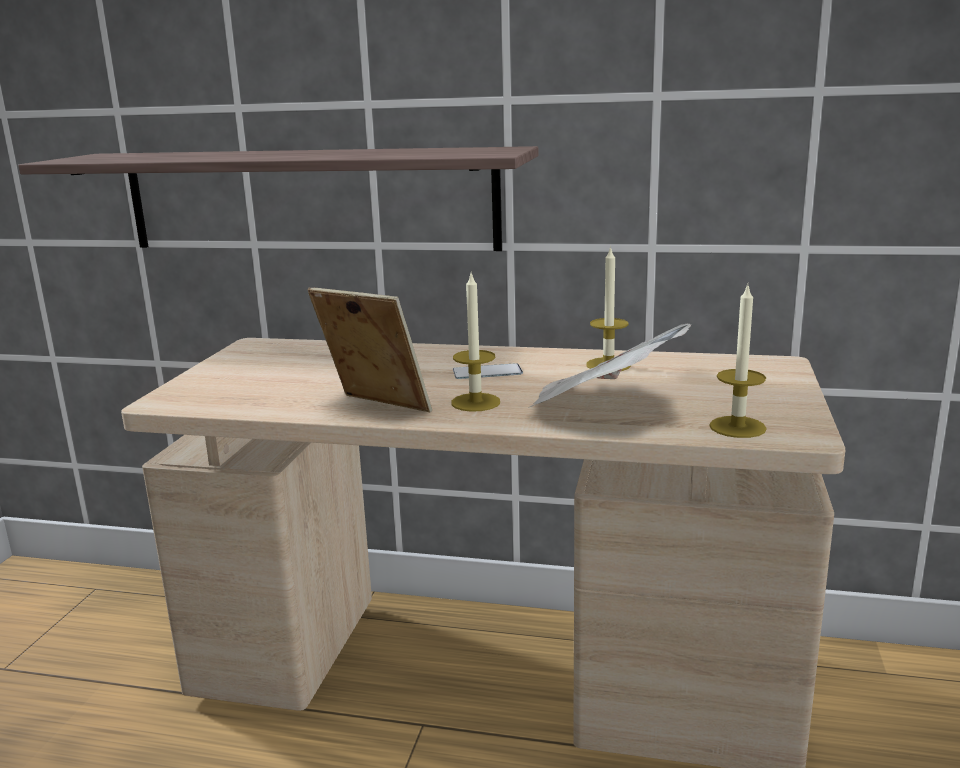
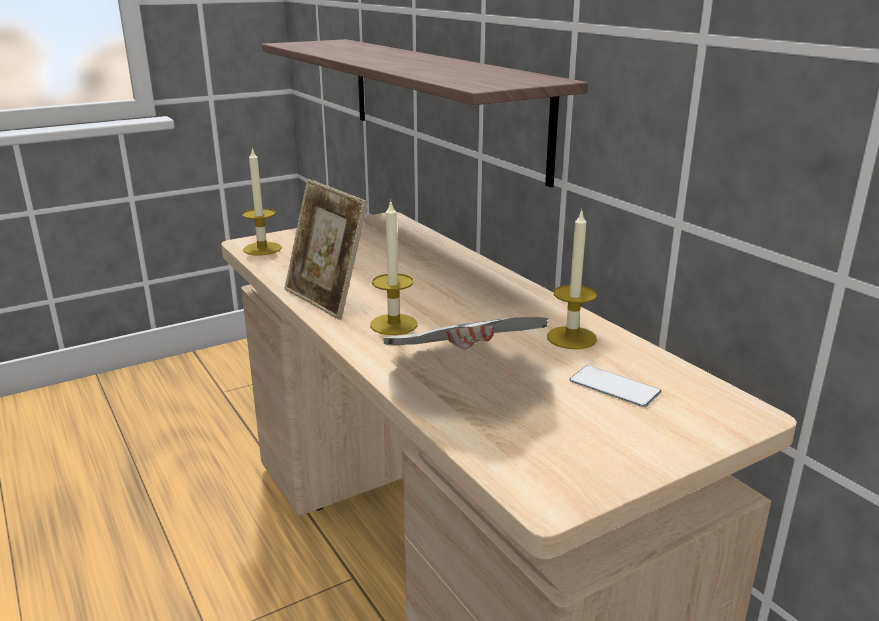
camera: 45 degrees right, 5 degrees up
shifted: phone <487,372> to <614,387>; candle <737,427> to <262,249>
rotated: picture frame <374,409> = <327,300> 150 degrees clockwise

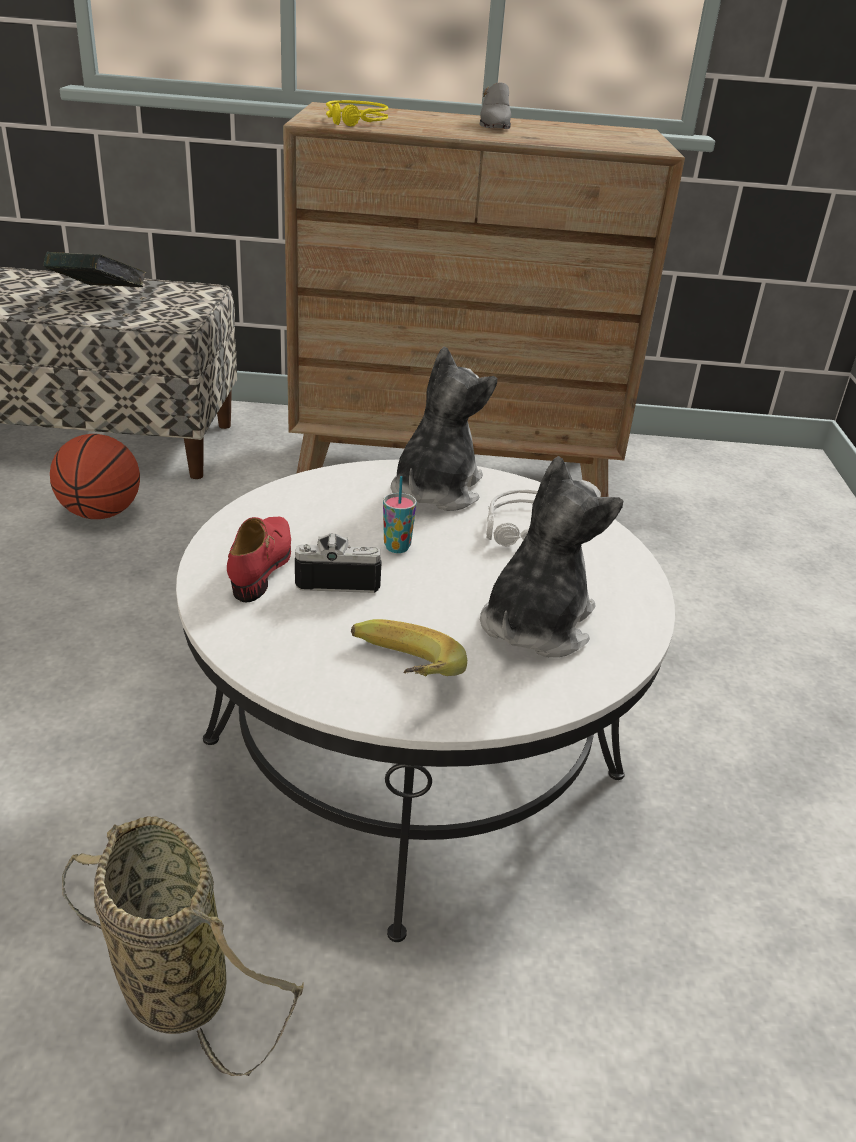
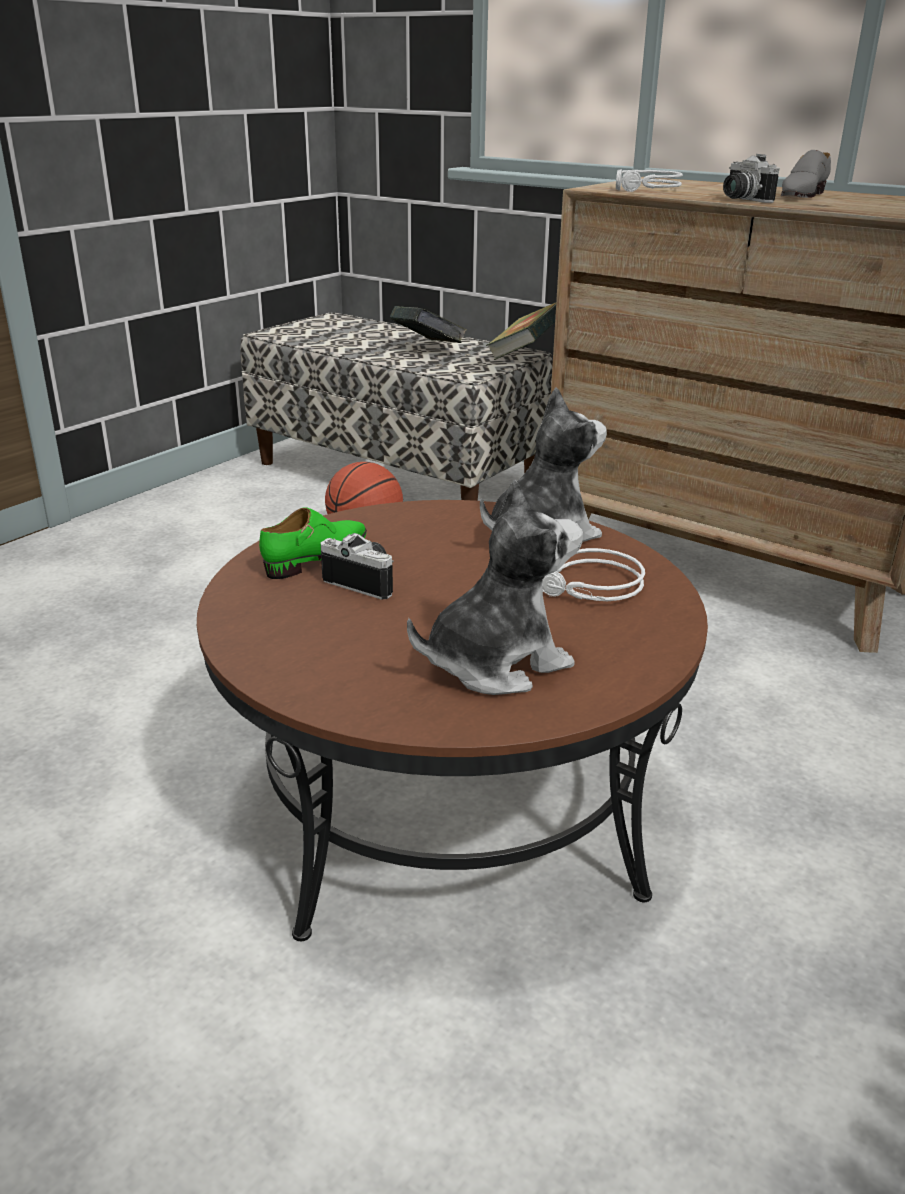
camera: 35 degrees right, 5 degrees down
gone: storage basket <169,982>; banana <398,679>; drinking cup <397,547>
new: book <525,355>; still camera <740,199>
repainted: low table (whitish) <412,757> to low table (brownish) <448,802>; low shoe (reddish) <263,565> to low shoe (green) <317,557>; headphones (yellow) <356,122> to headphones (gray) <646,189>

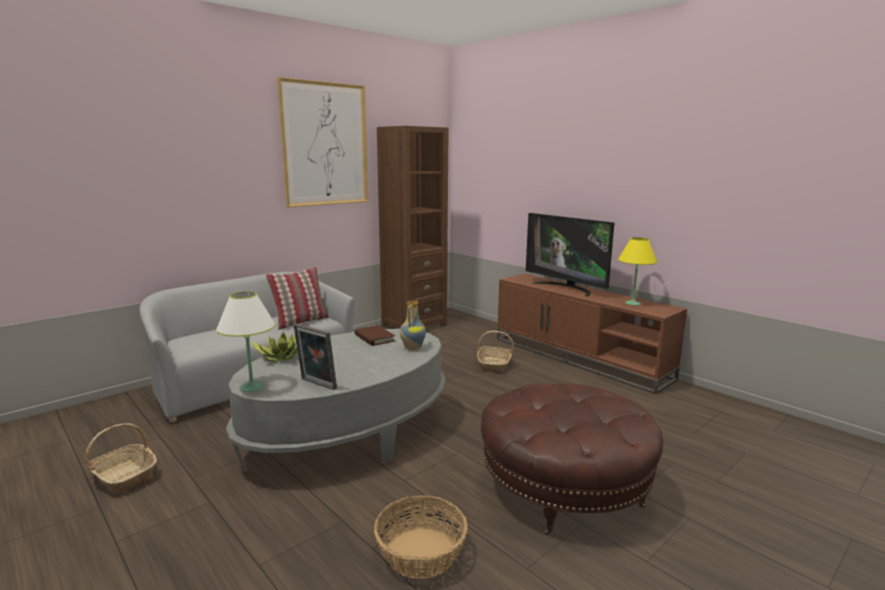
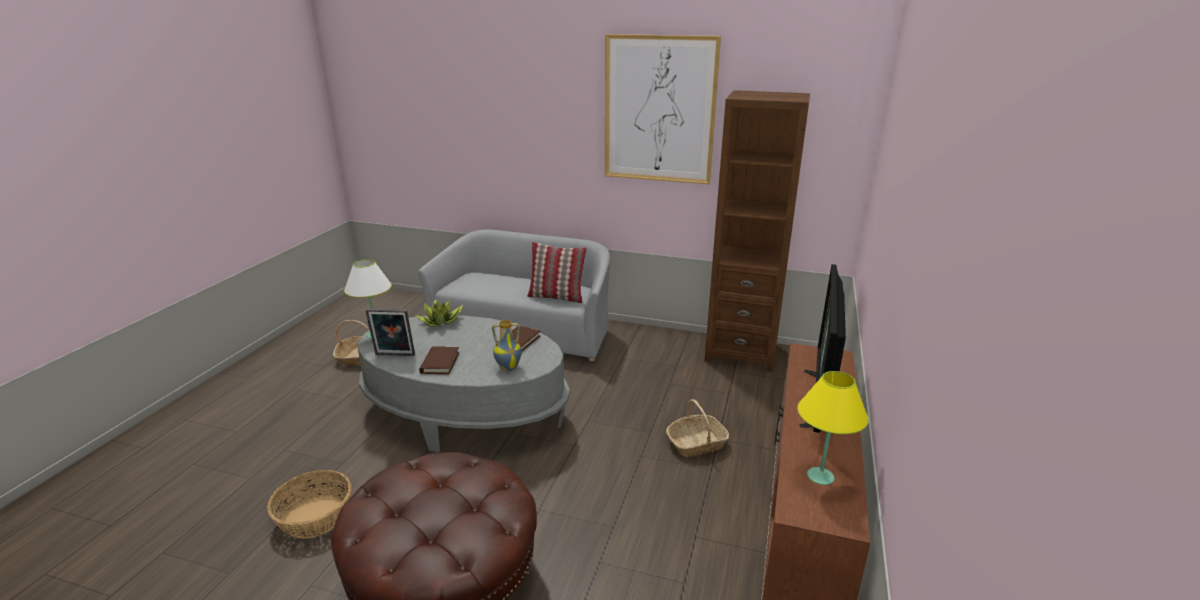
camera: 60 degrees right, 10 degrees up
new: book (brownish) <440,362>
rotated: picture frame <316,385> = <394,356> 90 degrees counterclockwise

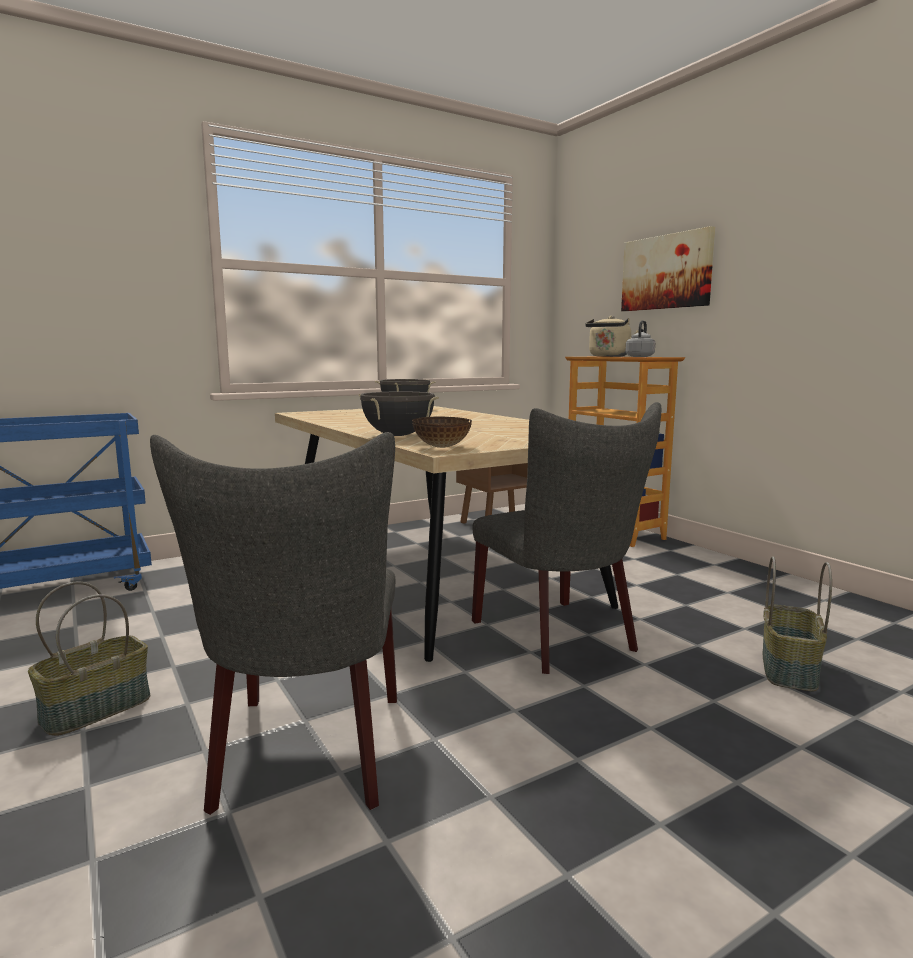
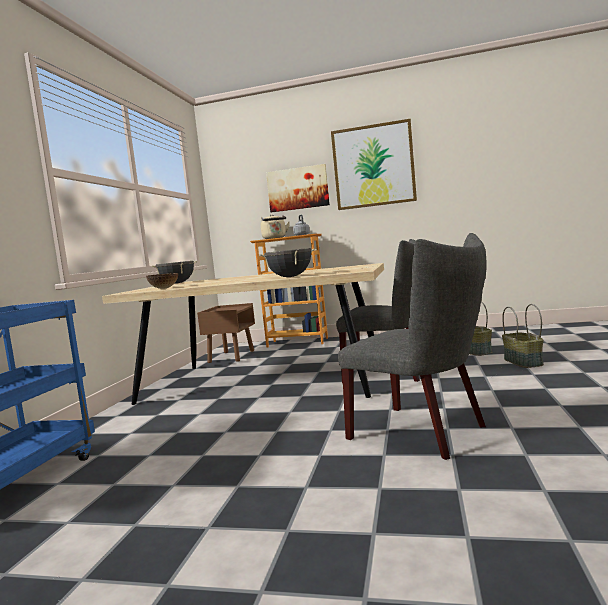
camera: 45 degrees left, 5 degrees down
new: picture <373,166>
shifted: storage basket <96,708> to <522,362>; serving bowl <441,447> to <164,288>

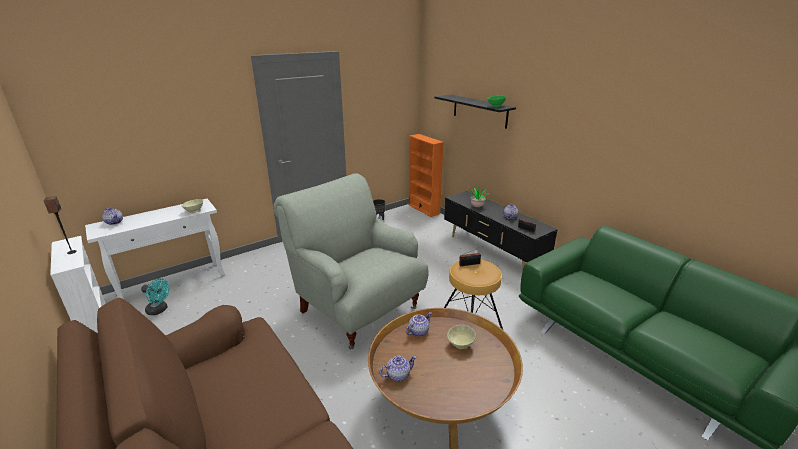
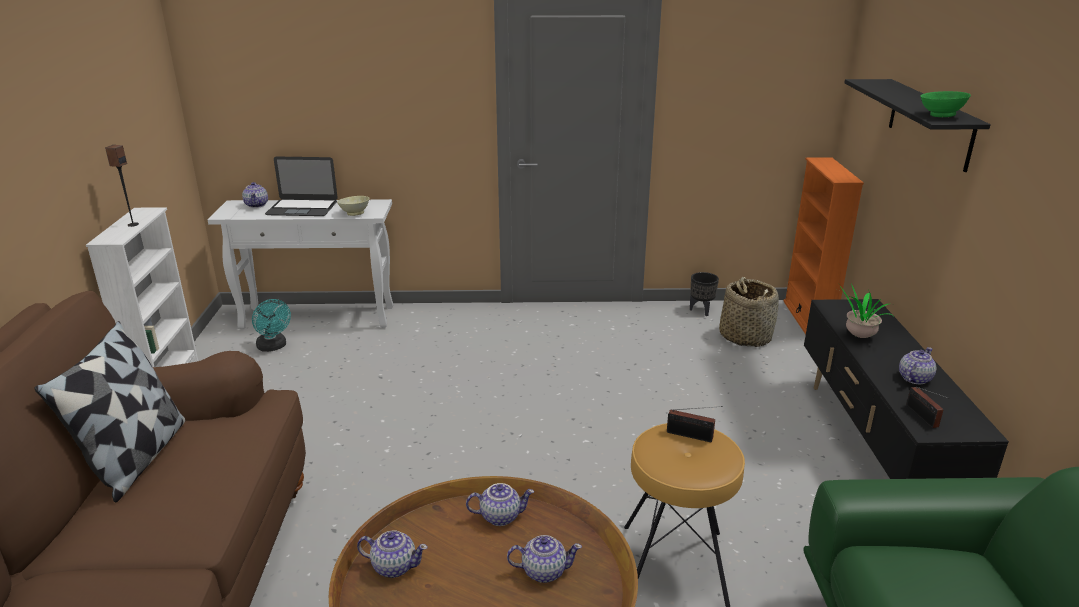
camera: 35 degrees right, 0 degrees up
gone: easy chair (gray) <357,309>
new: throw pillow <136,458>; laptop <302,208>; storage basket <745,336>
swapped: serving bowl (beige) <460,344> to pot for tea <543,571>

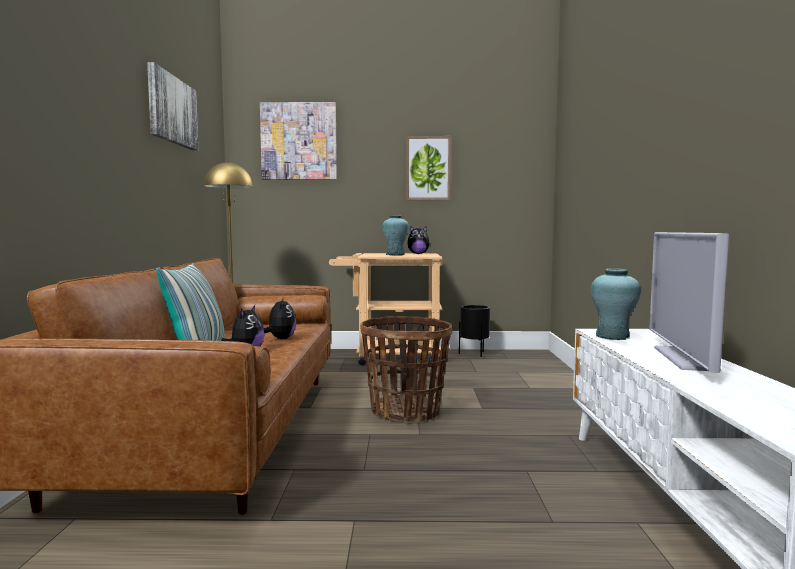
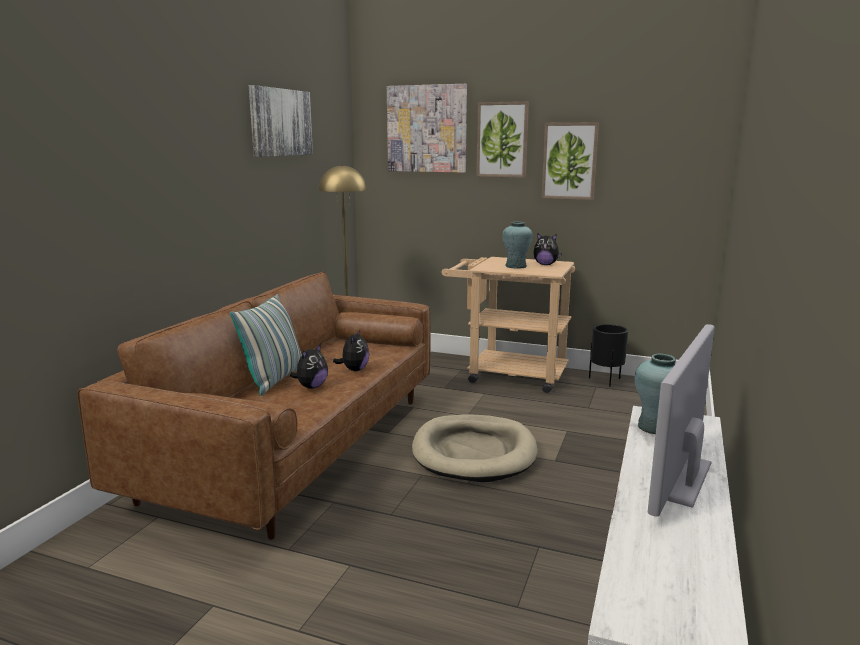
camera: 20 degrees right, 10 degrees up
new: picture <502,140>
swapped: storage basket <406,411> to dog cushion (beige) <474,452>

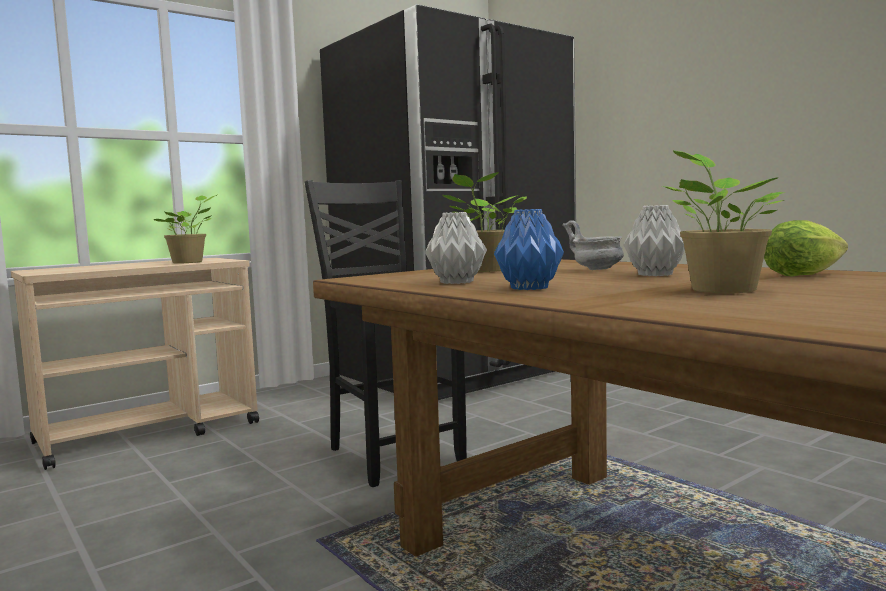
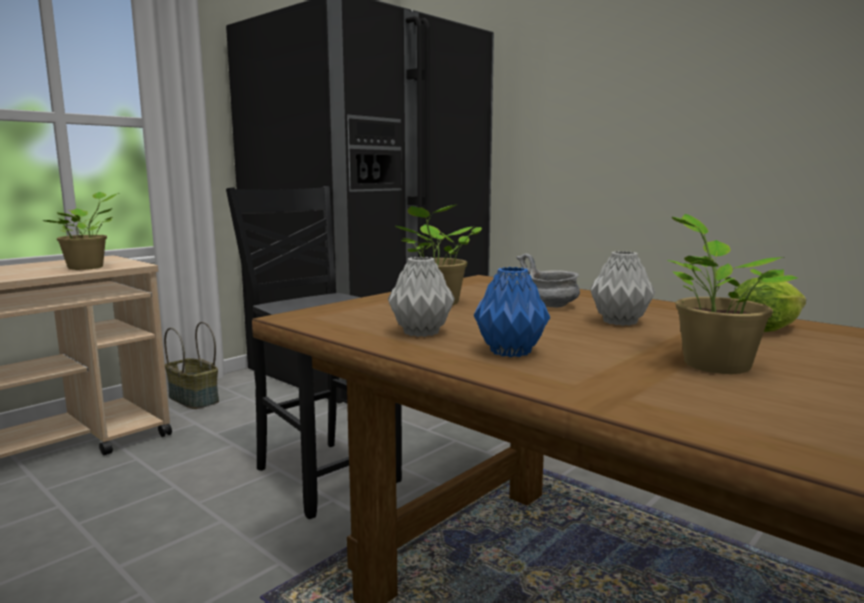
camera: 10 degrees left, 5 degrees up
new: storage basket <192,399>

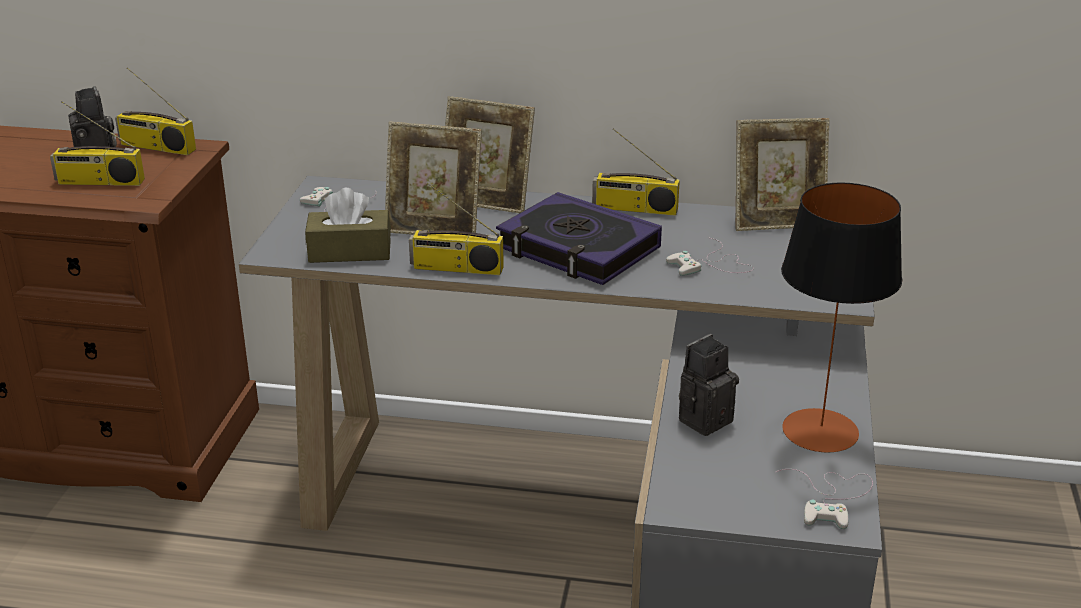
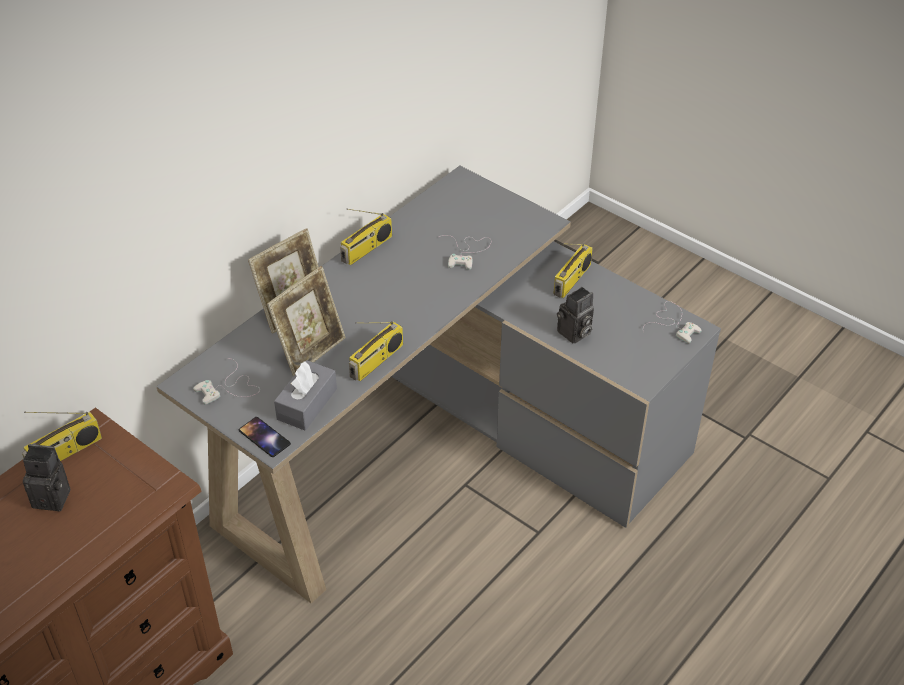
camera: 60 degrees left, 15 degrees up
gone: book <578,249>; picture frame <777,221>; tabletop lamp <820,431>
new: phone <264,437>
shifted: radio <99,182> to <572,280>
repainted: tissue box (brownish) <350,251> to tissue box (gray) <307,404>
rotated: still camera <704,418> = <574,334> 120 degrees counterclockwise

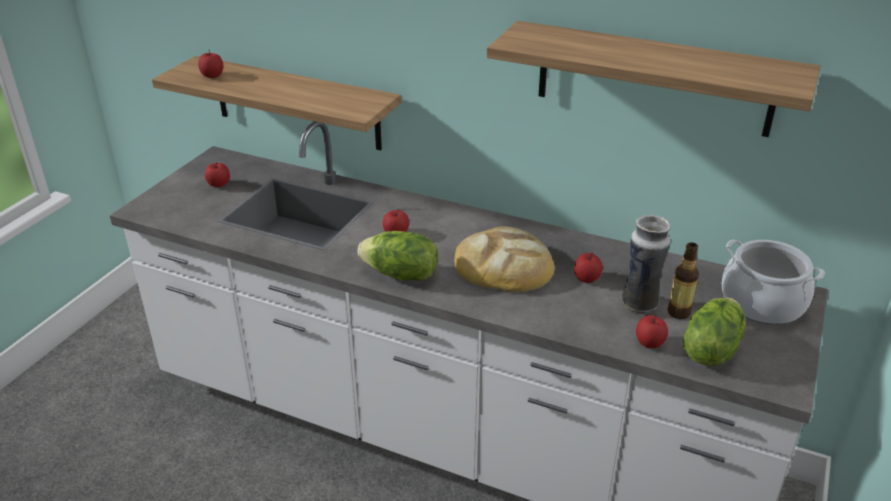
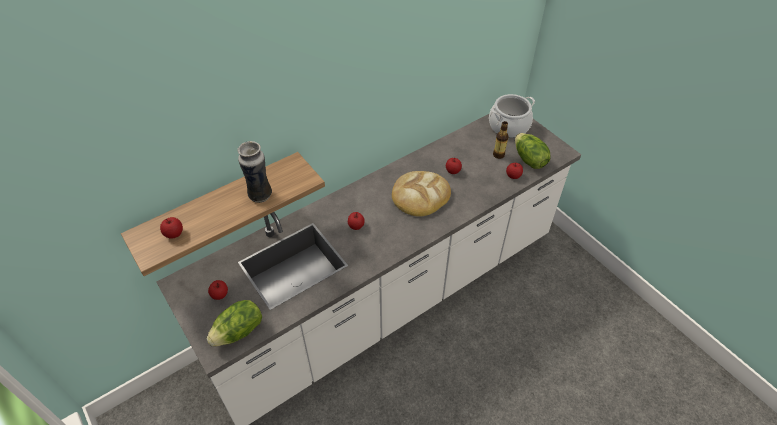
camera: 60 degrees left, 15 degrees up
gone: wall shelf <653,79>
shifted: lettuce head <400,275> to <239,332>; vase <639,304> to <260,195>

